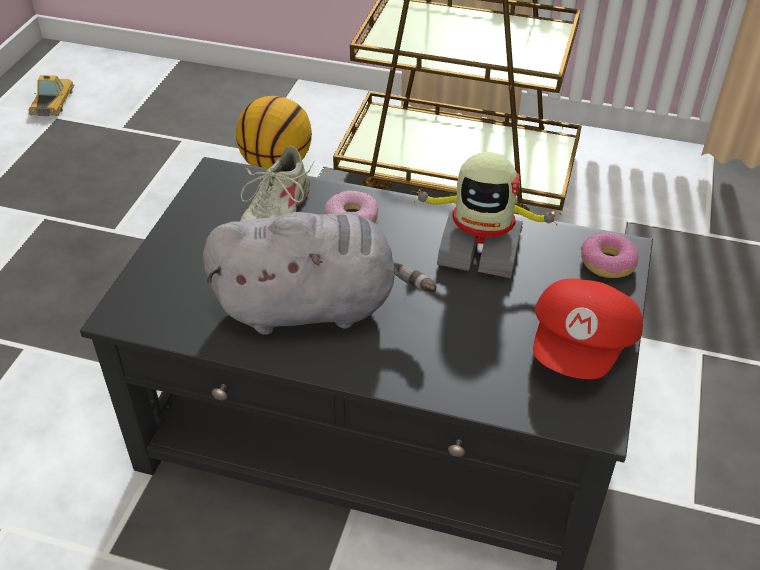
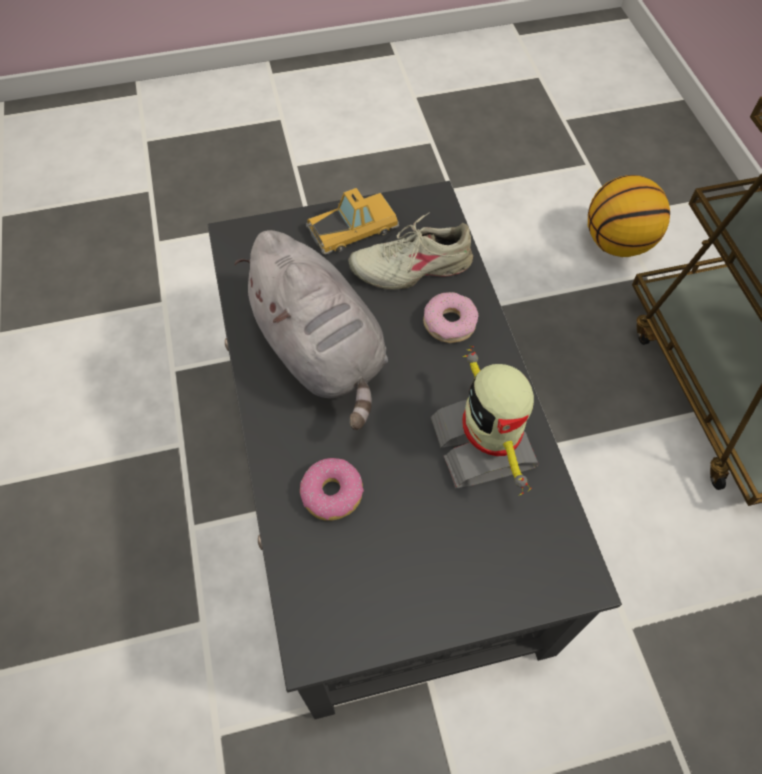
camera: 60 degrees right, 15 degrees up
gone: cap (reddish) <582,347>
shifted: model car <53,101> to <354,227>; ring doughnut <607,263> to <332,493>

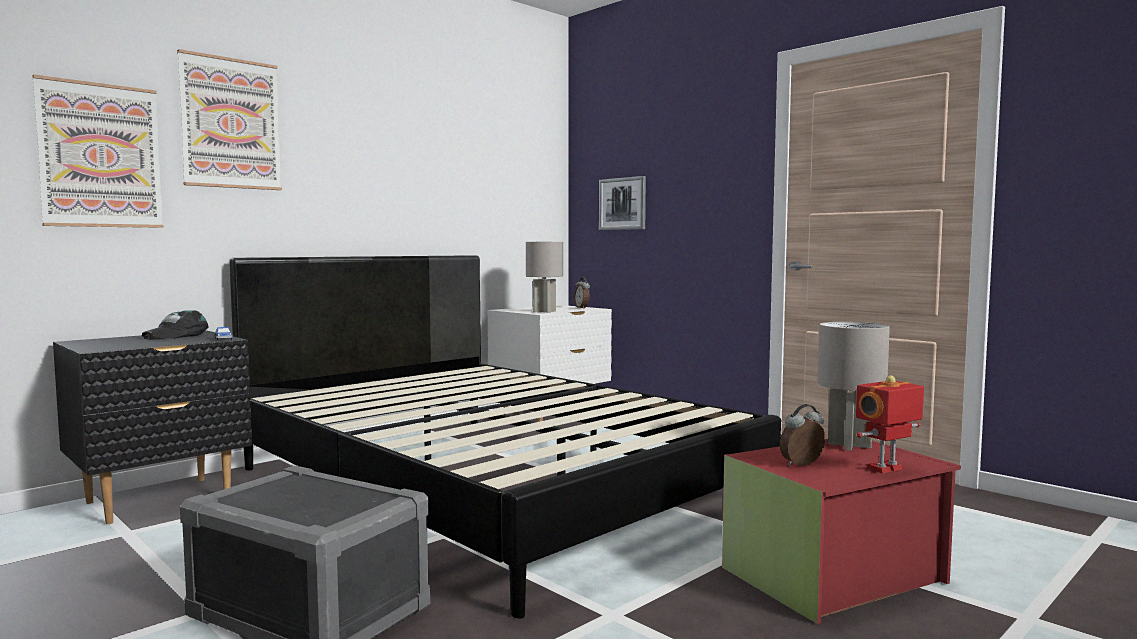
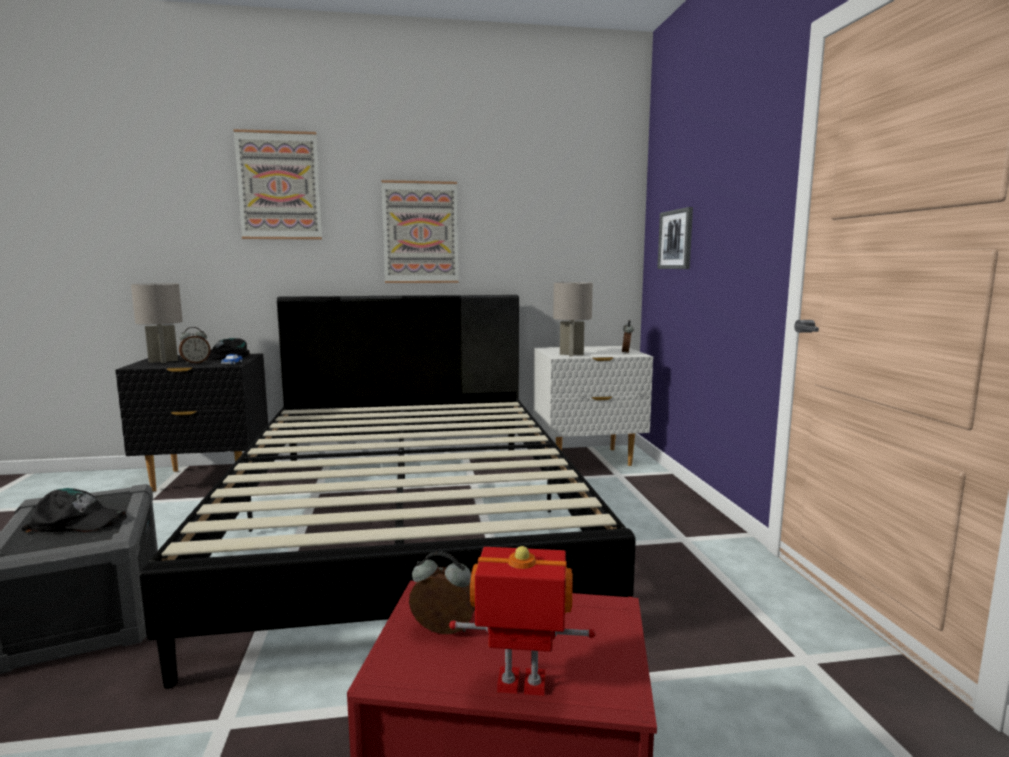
camera: 35 degrees right, 5 degrees up
new: cap (black-coloured) <77,522>; bedside clock <195,363>
shifted: picture <100,156> to <420,232>; tabletop lamp (gray) <850,445> to <163,361>

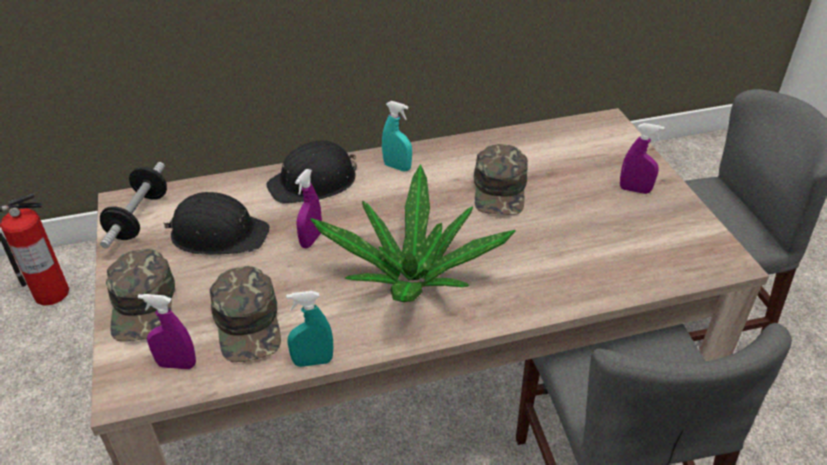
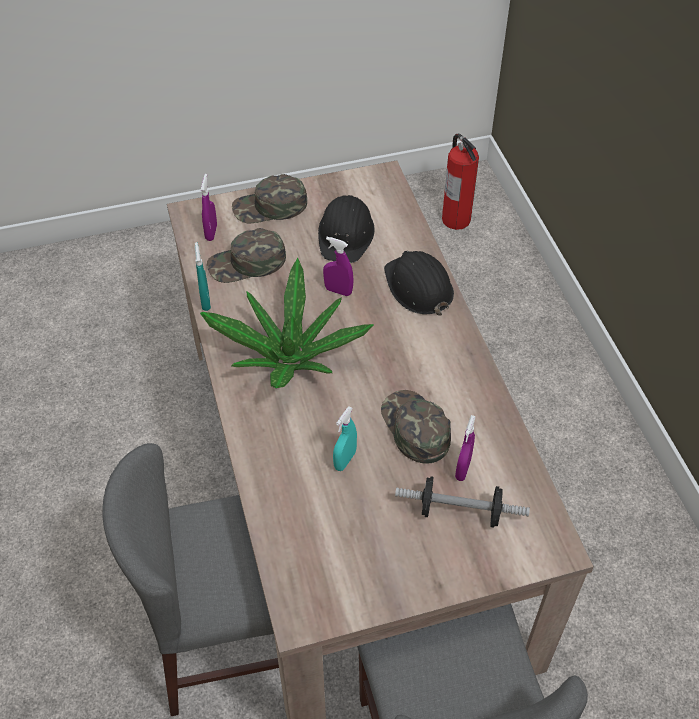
camera: 90 degrees right, 10 degrees up
shifted: dumbbell <139,217> to <460,512>; spray bottle (blue-green) <397,167> to <345,460>; spray bottle (purplish) <635,190> to <463,469>
rotated: cap (green) <500,189> = <414,428> 60 degrees clockwise

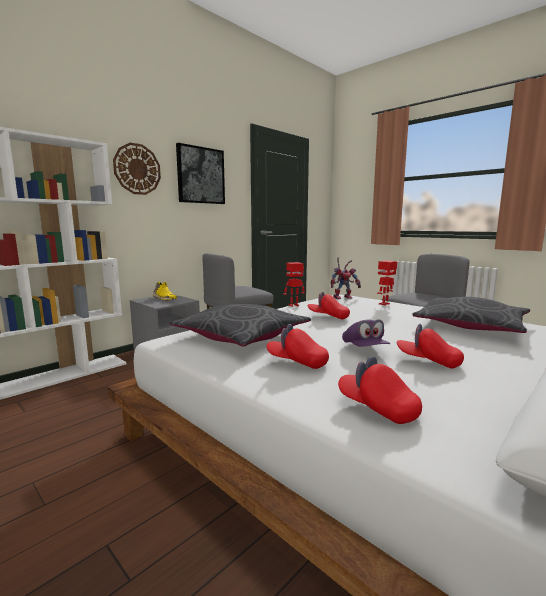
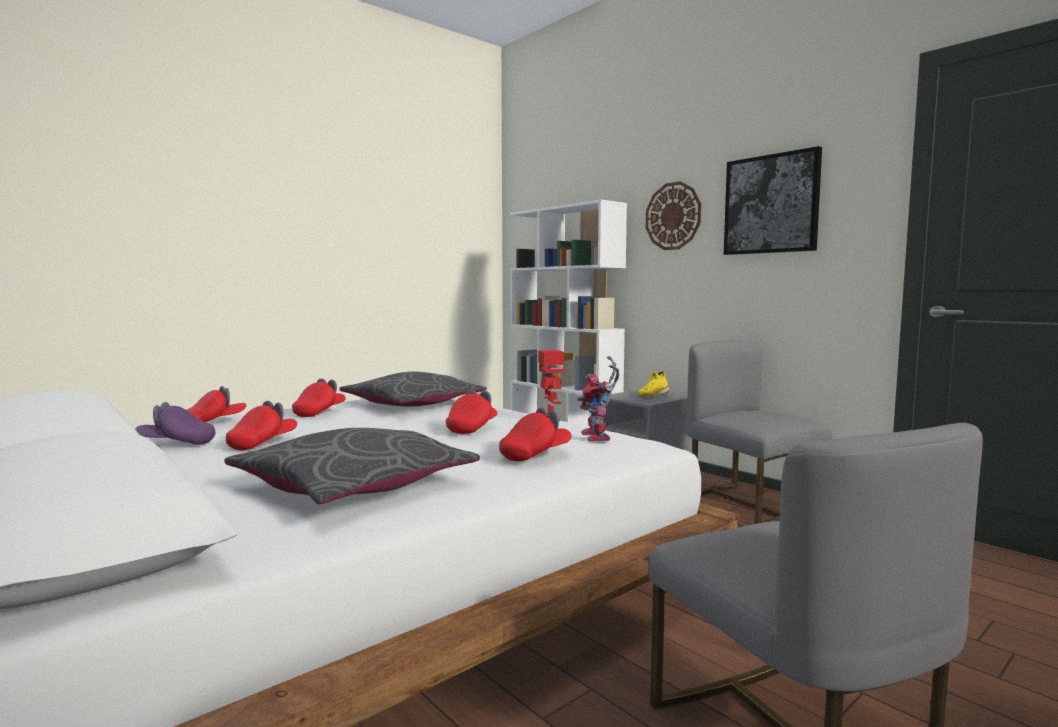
camera: 95 degrees right, 5 degrees down
shifted: cap (purplish) <364,349> to <177,443>
swapped: model robot <384,304> to cap (reddish) <535,454>

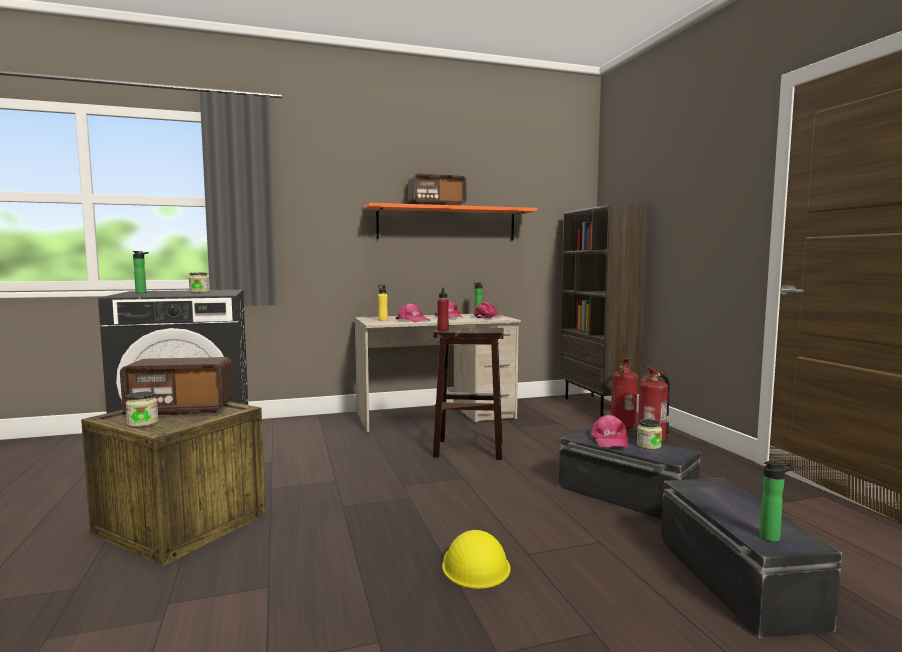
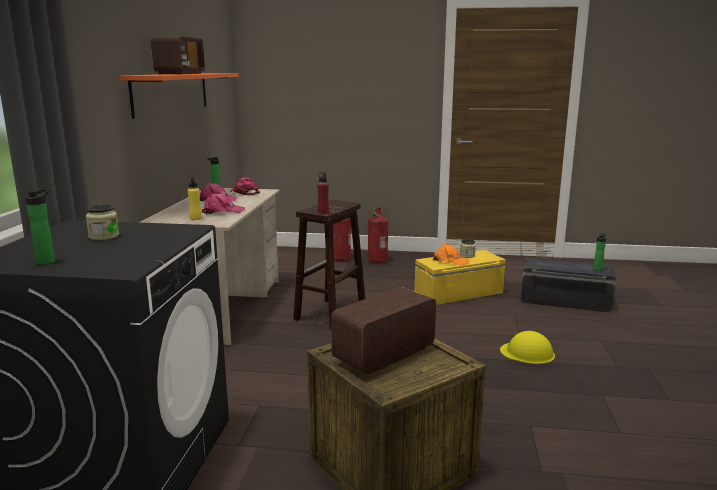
camera: 65 degrees left, 10 degrees up
gone: preserve jar <143,423>; bookshelf (brownish) <598,405>
repainted: storage box (black-coloured) <625,496> to storage box (yellow) <459,293>; cap (pink-coloured) <609,440> to cap (orange) <450,261>
rotated: radio <181,410> = <384,354> 150 degrees counterclockwise

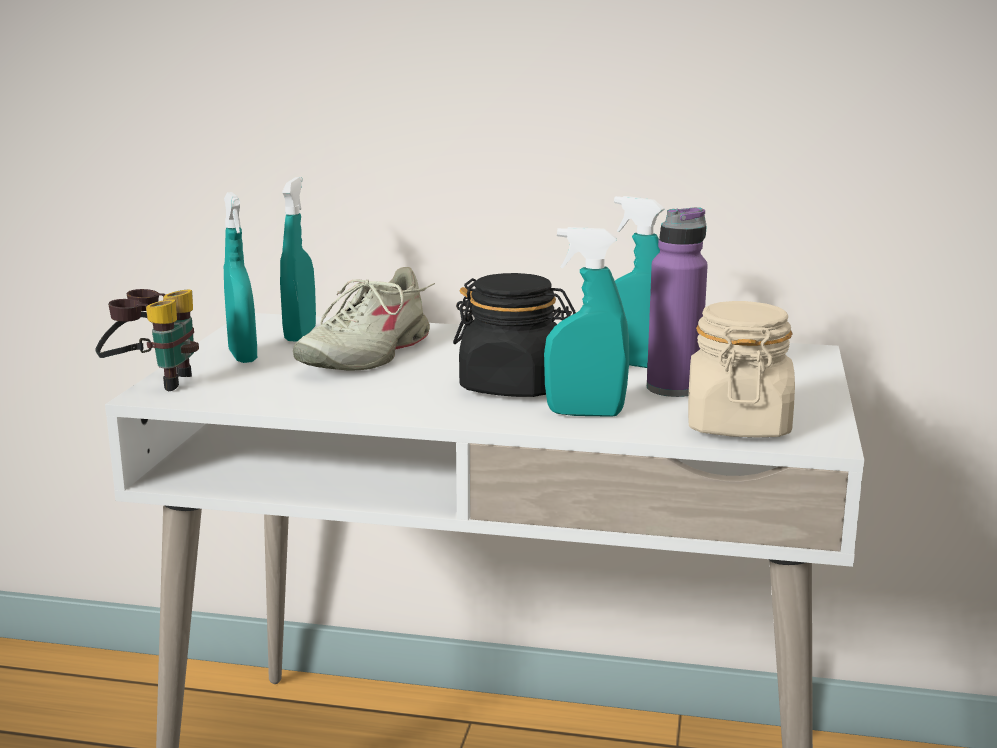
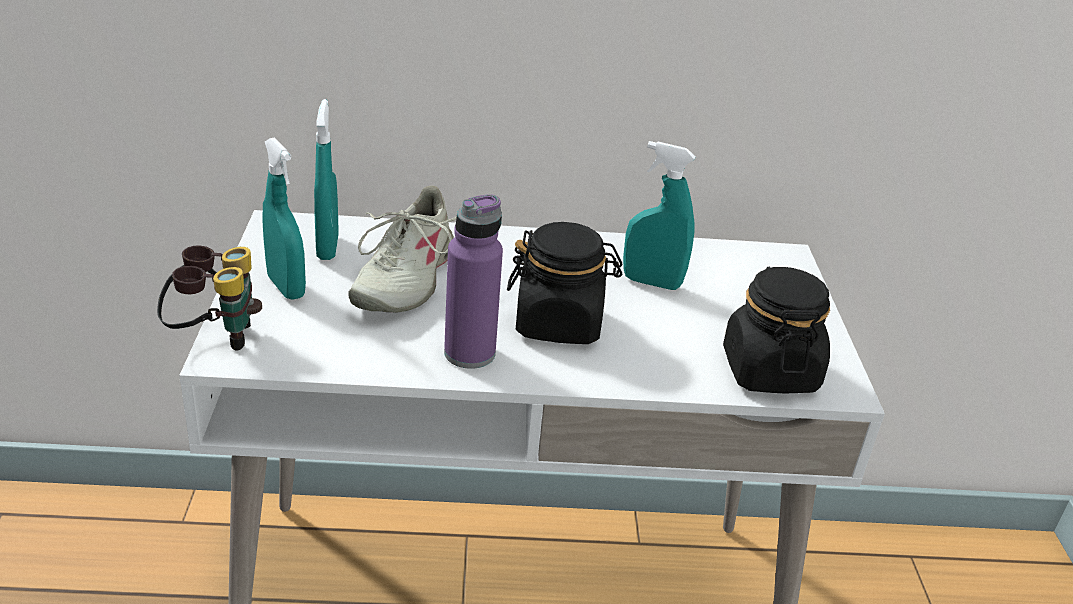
camera: 15 degrees left, 15 degrees up
gone: spray bottle (blue-green) <585,413>
shifted: bottle (purplish) <673,388> to <469,353>
repainted: preserve jar (beige) <737,424> to preserve jar (black-coloured) <769,371>

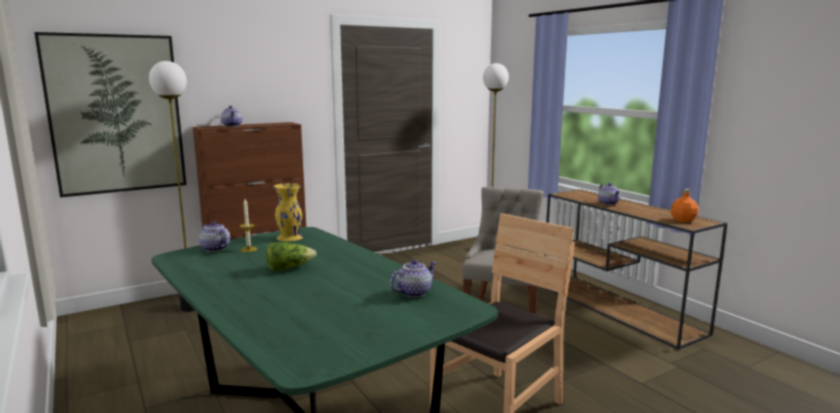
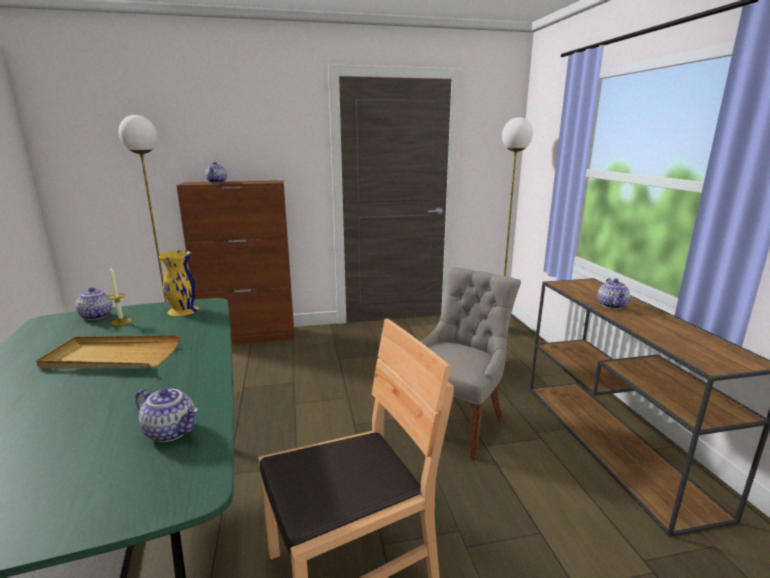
camera: 20 degrees right, 5 degrees up
gone: picture <116,114>; bottle (orange) <683,220>
swapped: lettuce head <289,268> to serving tray (beige) <112,357>
rotated: pot for tea <413,292> = <172,431> 45 degrees clockwise

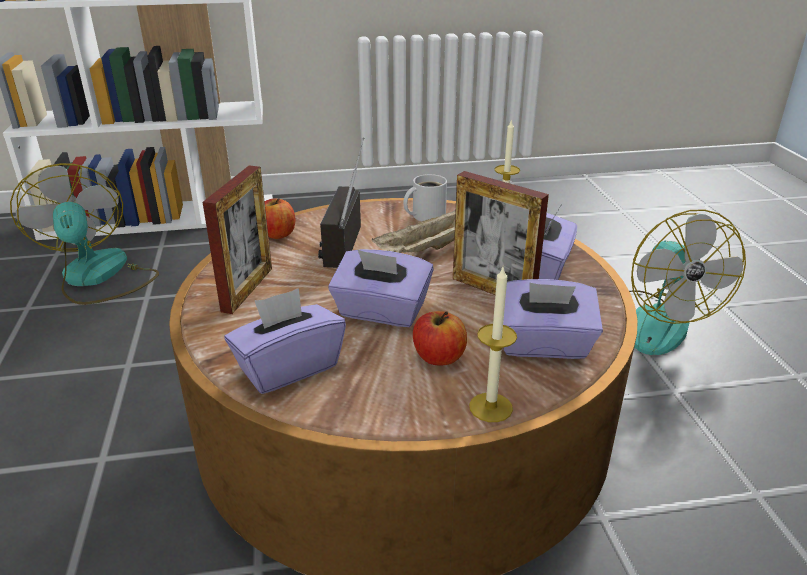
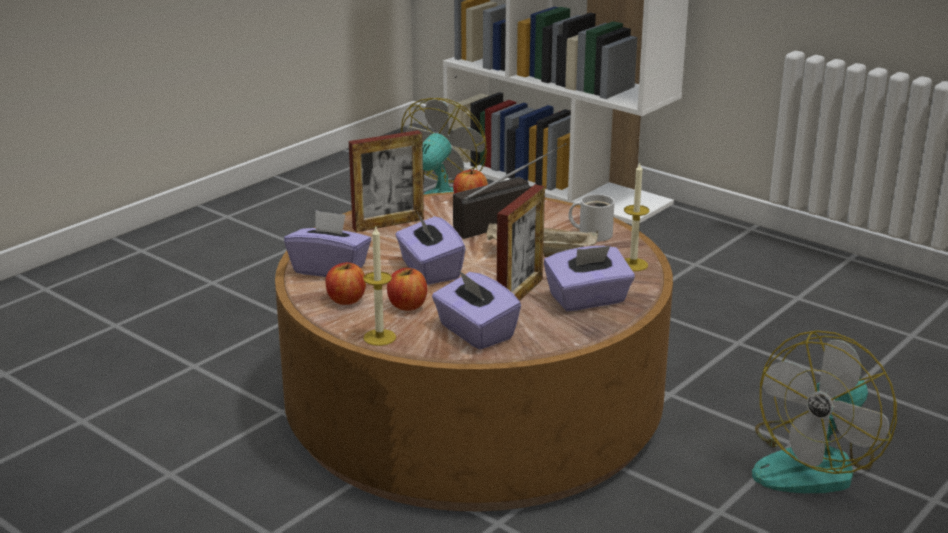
camera: 50 degrees right, 5 degrees down
new: apple fruit <346,300>
rotated: picture frame <493,290> = <520,294> 150 degrees counterclockwise

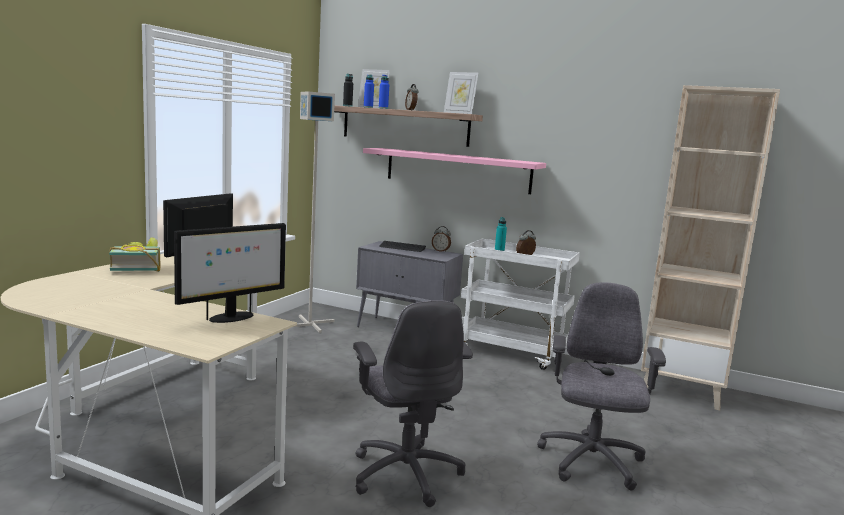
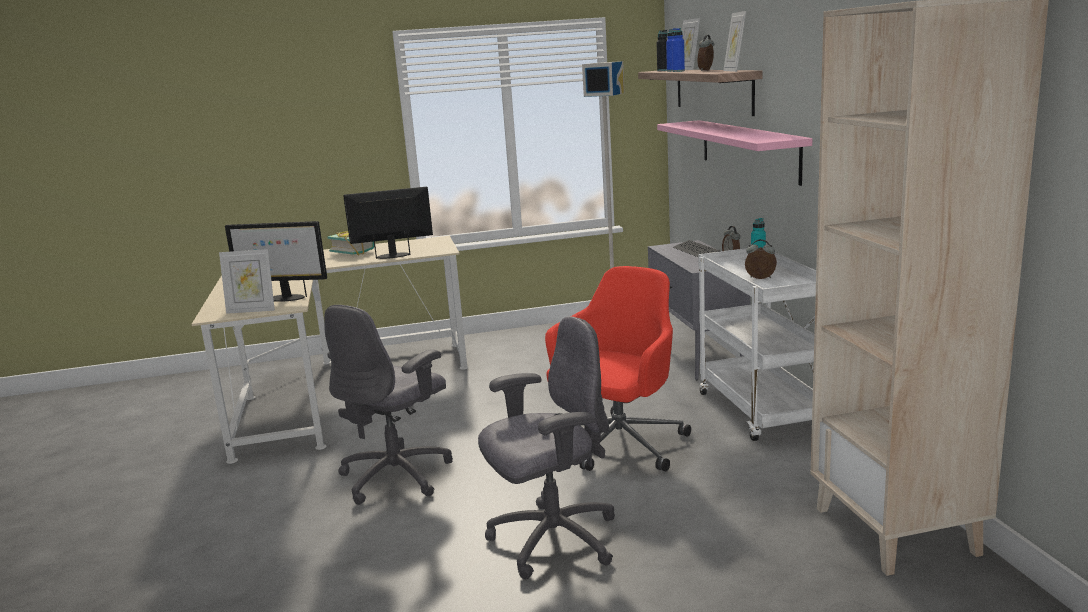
camera: 55 degrees right, 5 degrees up
new: picture frame <252,310>; office chair (reddish) <617,445>

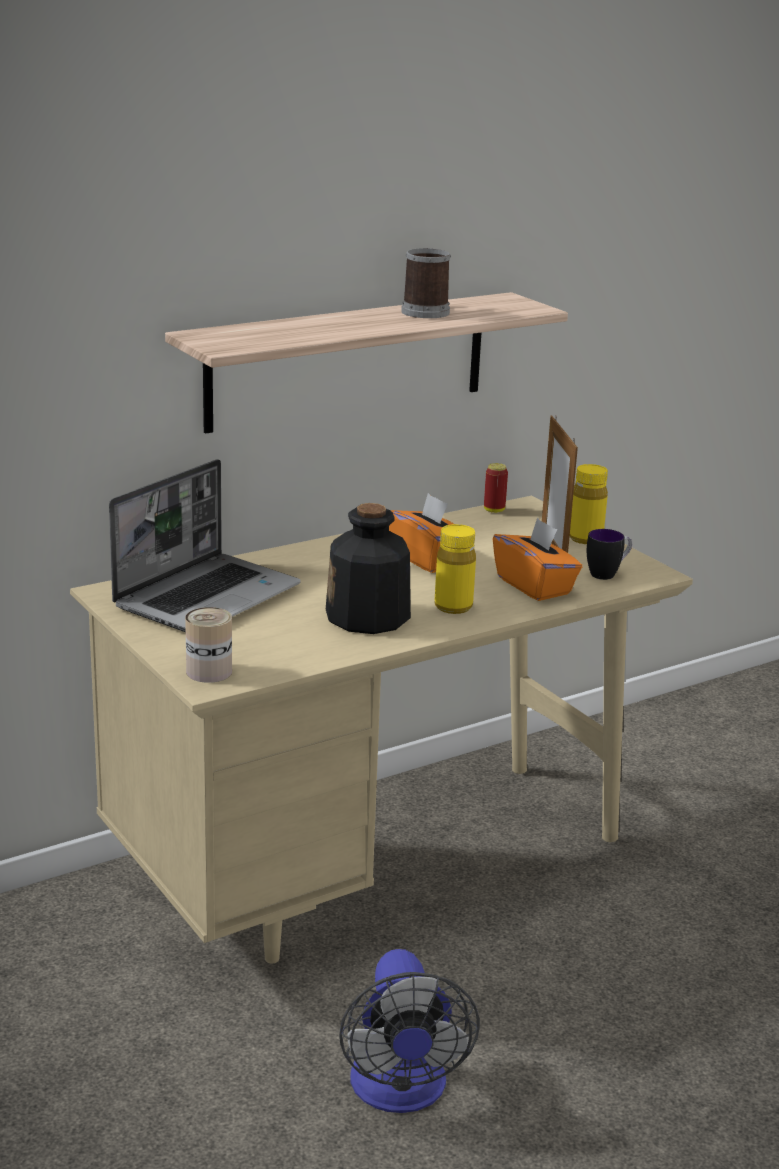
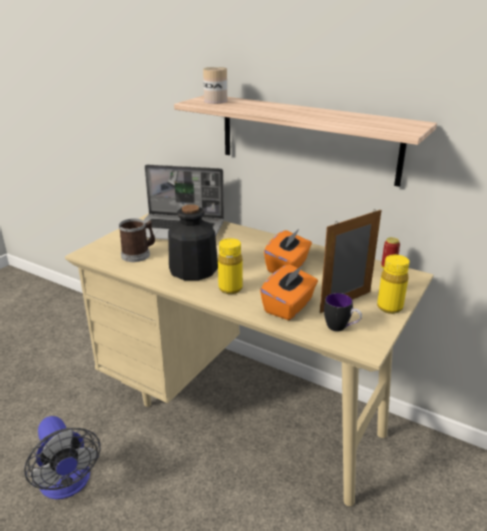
camera: 65 degrees right, 5 degrees up
shifted: can <209,672> to <215,101>; tea mug <425,310> to <139,254>
rotated: fan <400,1091> = <67,484> 90 degrees counterclockwise

